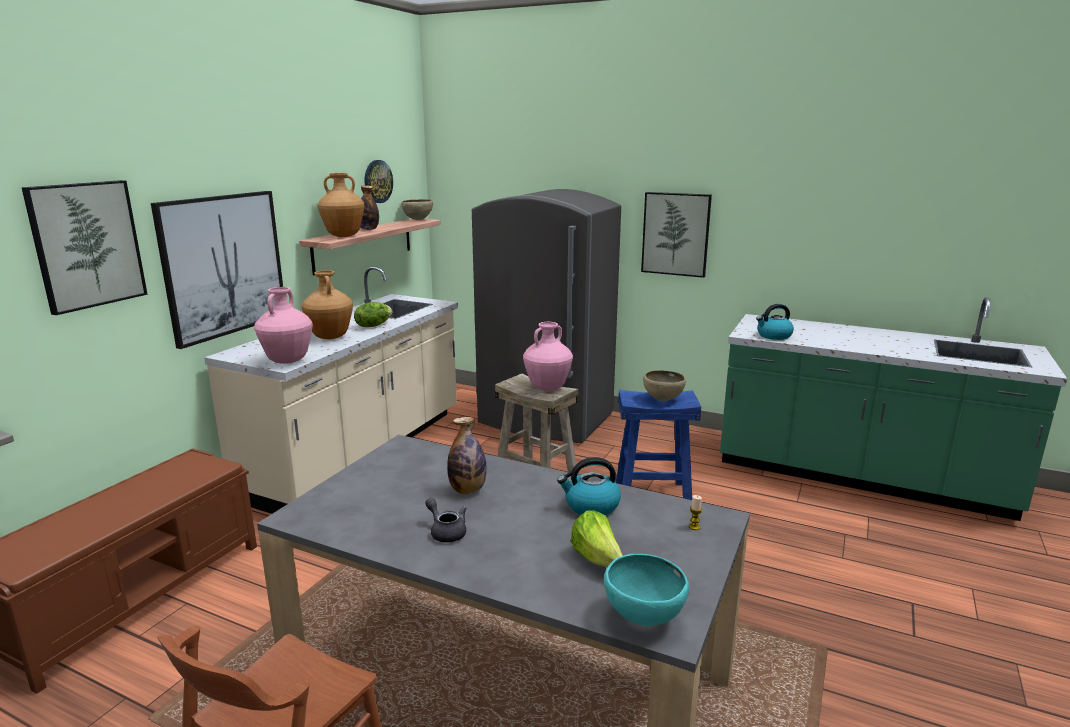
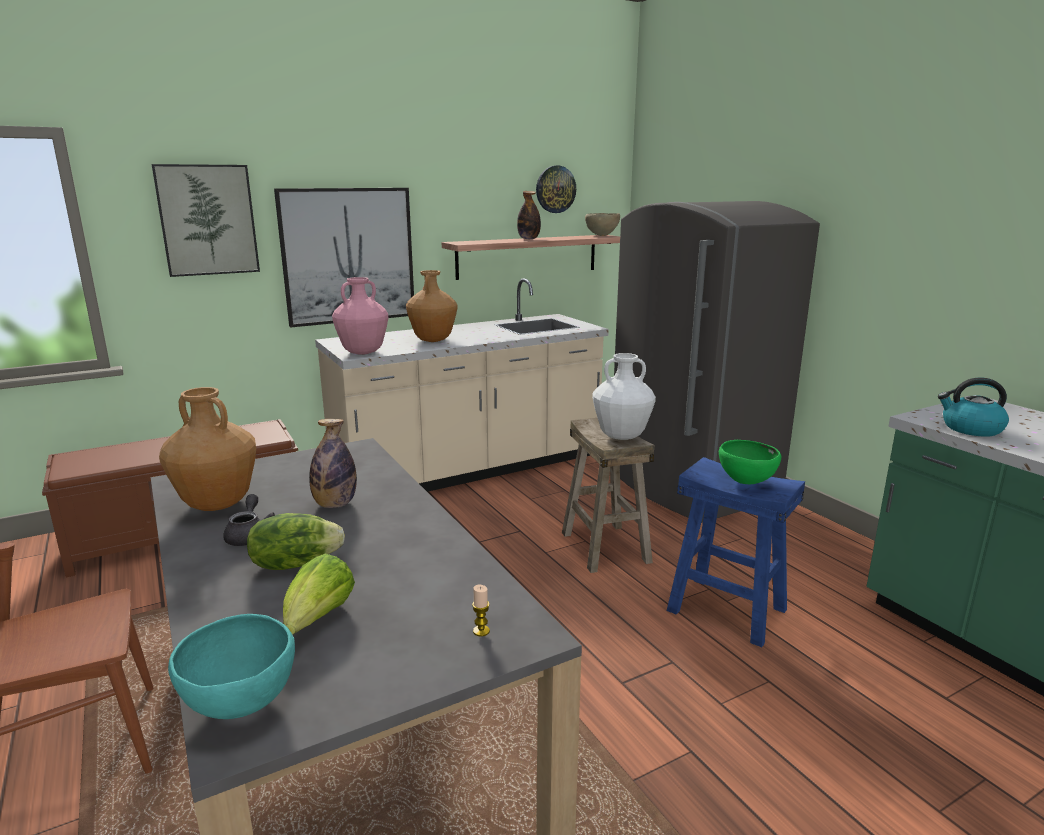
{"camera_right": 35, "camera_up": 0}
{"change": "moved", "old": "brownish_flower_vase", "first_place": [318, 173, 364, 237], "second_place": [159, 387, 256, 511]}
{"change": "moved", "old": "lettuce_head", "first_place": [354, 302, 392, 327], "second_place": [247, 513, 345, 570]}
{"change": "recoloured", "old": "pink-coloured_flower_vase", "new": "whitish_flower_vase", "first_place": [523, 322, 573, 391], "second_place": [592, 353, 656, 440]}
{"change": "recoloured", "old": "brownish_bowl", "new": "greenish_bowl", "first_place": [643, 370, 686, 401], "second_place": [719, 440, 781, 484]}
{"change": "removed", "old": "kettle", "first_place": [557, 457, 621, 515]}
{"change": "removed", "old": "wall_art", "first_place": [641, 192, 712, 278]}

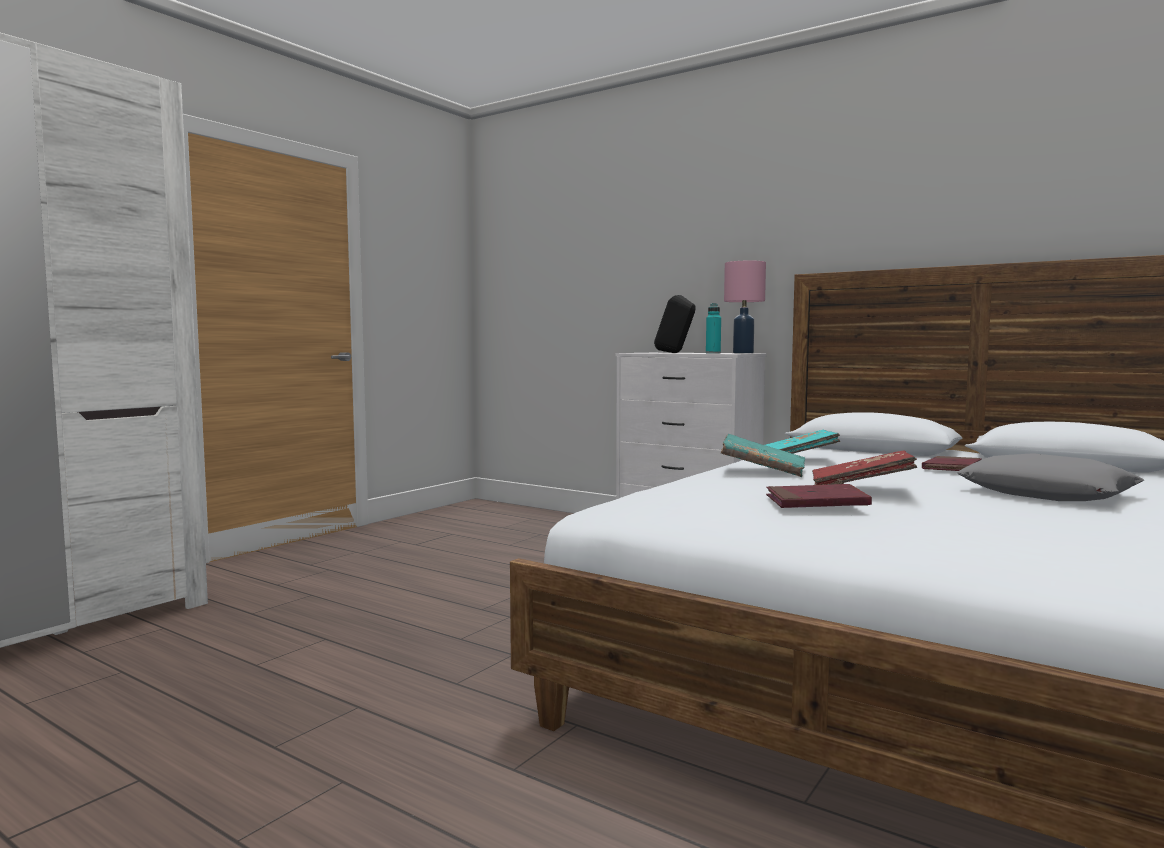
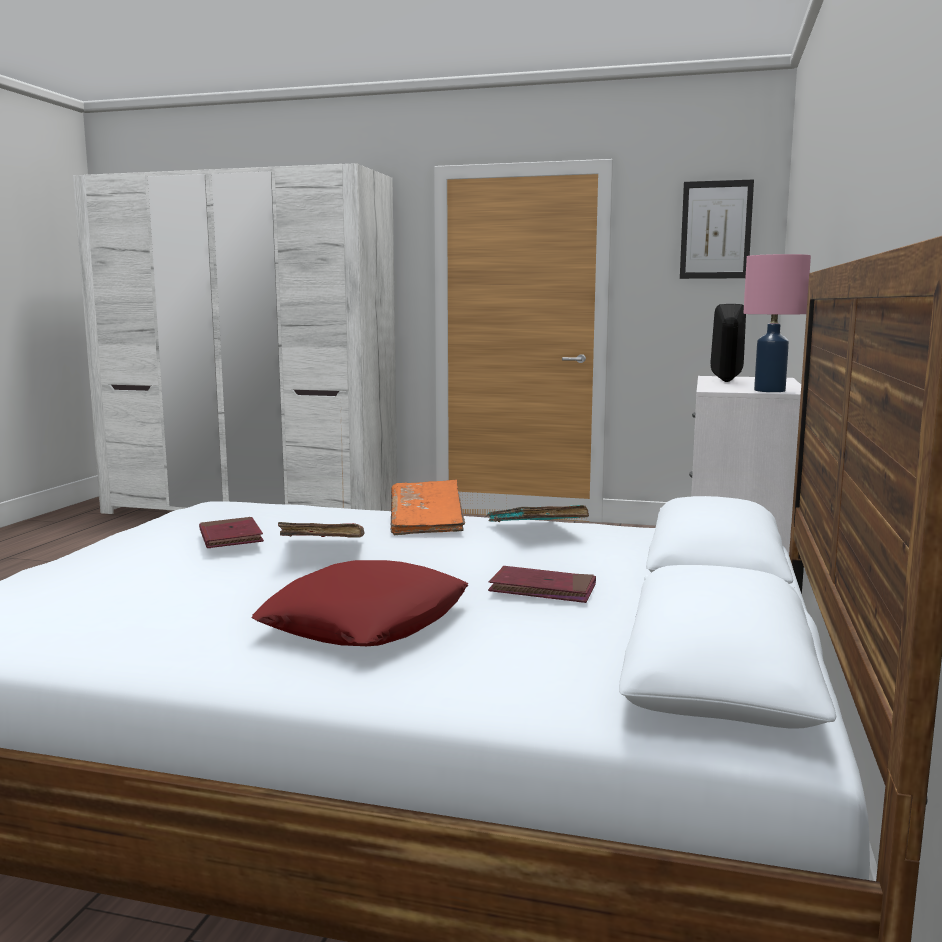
{"camera_right": 70, "camera_up": 5}
{"change": "recoloured", "old": "greyish_throw_pillow", "new": "reddish_throw_pillow", "first_place": [956, 453, 1144, 501], "second_place": [251, 560, 468, 646]}
{"change": "recoloured", "old": "turquoise_bound_book", "new": "orangey_bound_book", "first_place": [721, 434, 805, 477], "second_place": [391, 480, 465, 535]}
{"change": "added", "new": "wall_art", "second_place": [680, 179, 754, 279]}
{"change": "removed", "old": "turquoise_bottle", "first_place": [706, 303, 721, 354]}

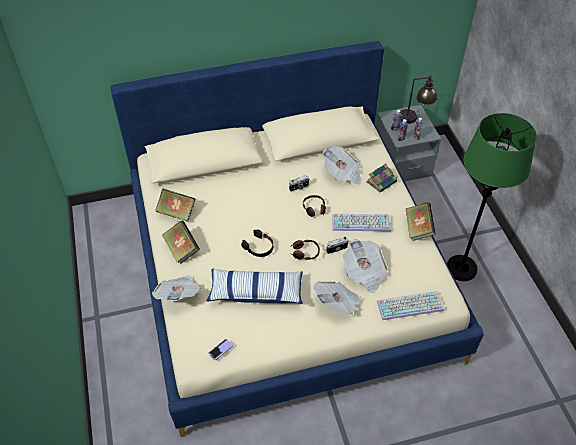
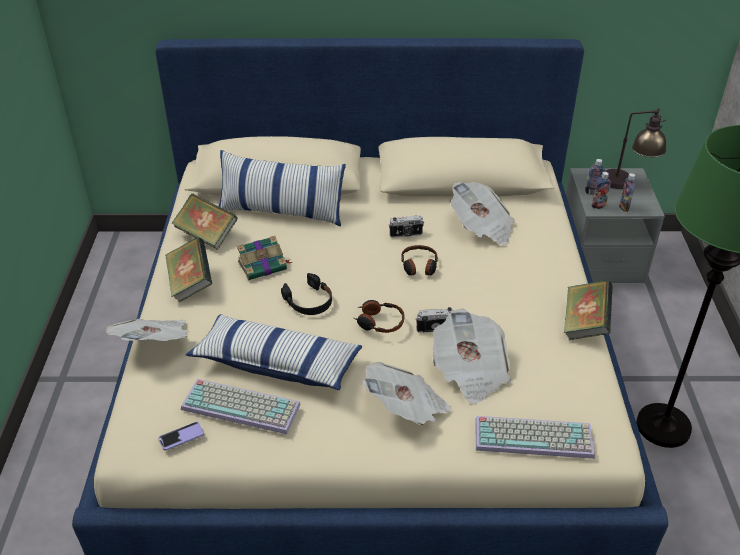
{"camera_right": 15, "camera_up": -10}
{"change": "moved", "old": "keyboard", "first_place": [332, 214, 391, 231], "second_place": [181, 379, 301, 434]}
{"change": "added", "new": "throw_pillow", "second_place": [218, 150, 346, 226]}
{"change": "moved", "old": "bound_book", "first_place": [366, 163, 397, 193], "second_place": [237, 236, 292, 280]}

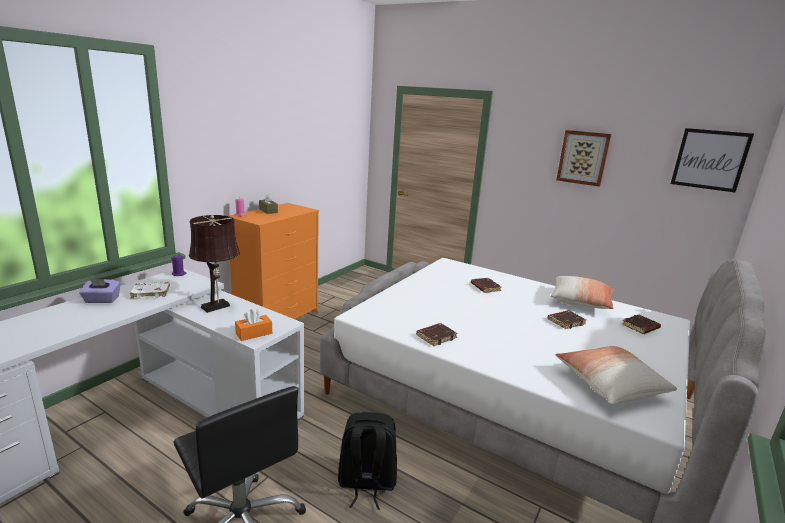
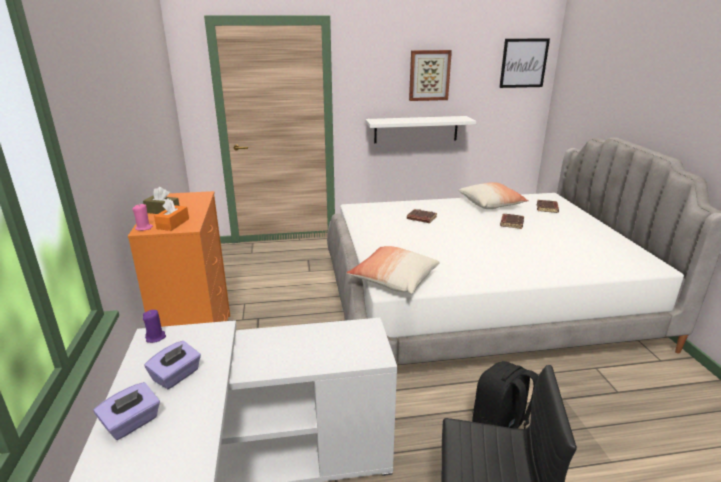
{"camera_right": -40, "camera_up": 5}
{"change": "replaced", "old": "whitish_bound_book", "new": "purple-coloured_box_of_tissues", "first_place": [130, 282, 170, 299], "second_place": [144, 341, 201, 389]}
{"change": "moved", "old": "orangey_box_of_tissues", "first_place": [235, 308, 272, 341], "second_place": [154, 198, 189, 231]}
{"change": "moved", "old": "throw_pillow", "first_place": [555, 346, 677, 404], "second_place": [347, 246, 440, 294]}
{"change": "added", "new": "whitish_bracket_shelf", "second_place": [365, 116, 476, 143]}
{"change": "removed", "old": "brownish_table_lamp", "first_place": [189, 215, 240, 313]}
{"change": "removed", "old": "brownish_bound_book", "first_place": [416, 323, 458, 346]}

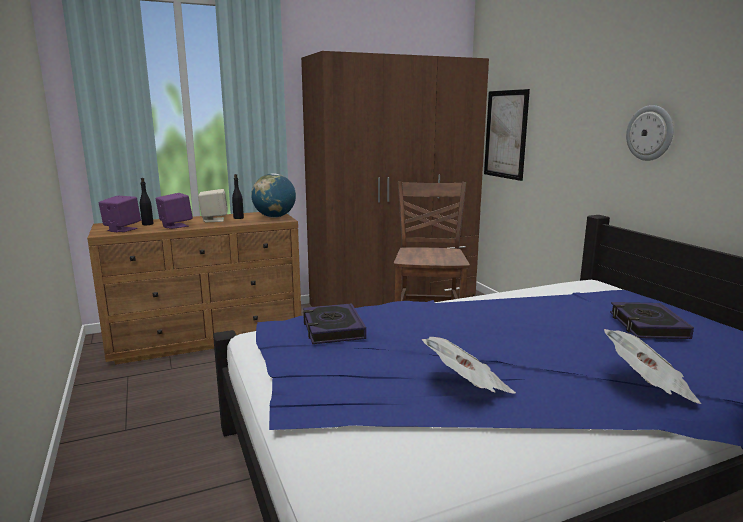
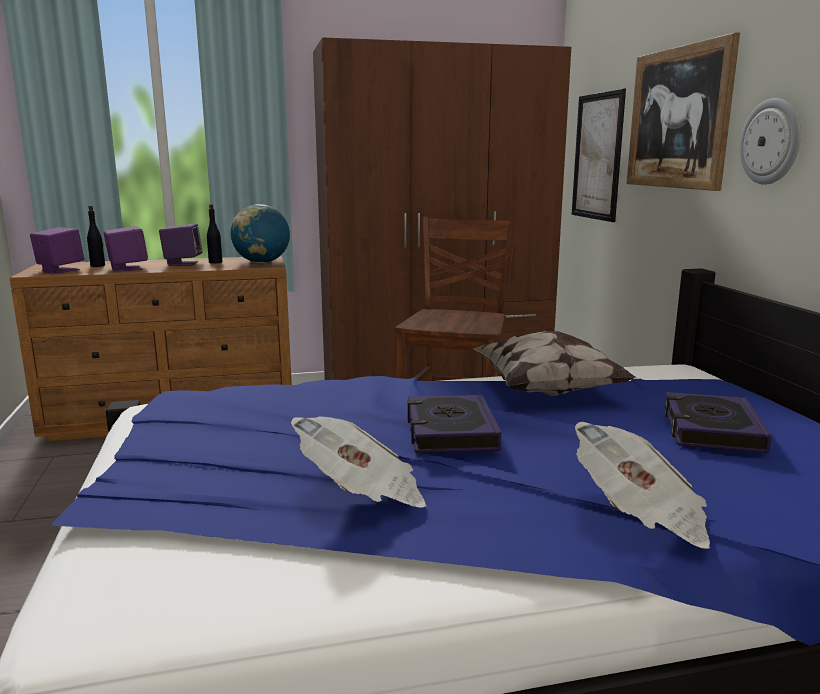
{"camera_right": 10, "camera_up": 0}
{"change": "recoloured", "old": "sand-coloured_loudspeaker", "new": "purple-coloured_loudspeaker", "first_place": [198, 189, 228, 222], "second_place": [159, 224, 203, 266]}
{"change": "moved", "old": "bound_book", "first_place": [303, 303, 366, 344], "second_place": [408, 395, 501, 453]}
{"change": "added", "new": "throw_pillow", "second_place": [472, 331, 637, 396]}
{"change": "added", "new": "wall_art", "second_place": [627, 32, 740, 191]}

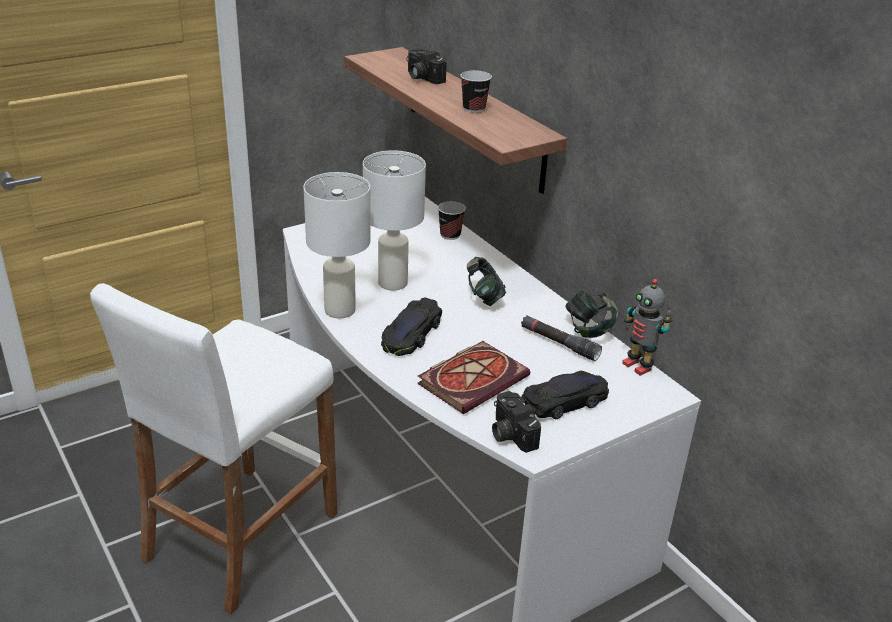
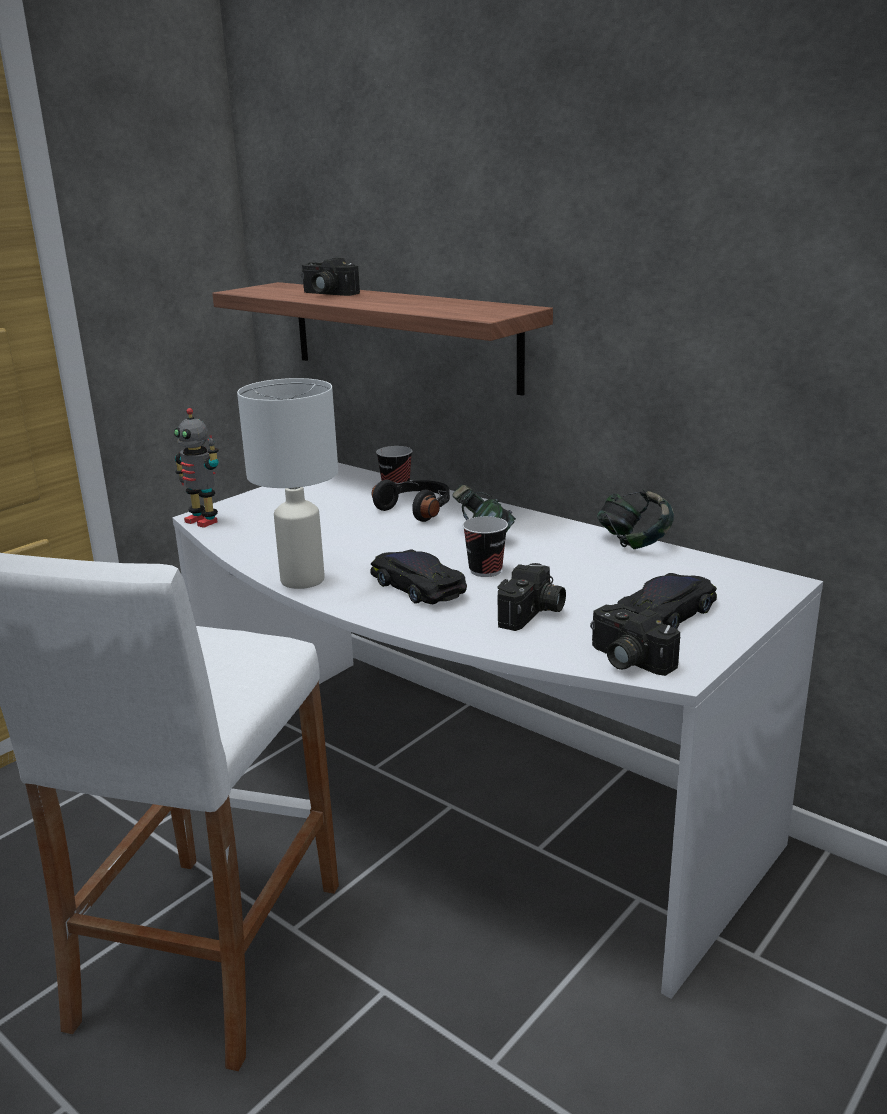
{"camera_right": -15, "camera_up": -10}
{"change": "moved", "old": "toy_robot", "first_place": [622, 279, 673, 376], "second_place": [174, 408, 219, 528]}
{"change": "turned", "old": "black-coloured_miniature_car", "first_place": [381, 297, 442, 356], "second_place": [370, 550, 467, 604], "degrees": 135}
{"change": "added", "new": "black-coloured_headset", "second_place": [372, 480, 450, 522]}
{"change": "moved", "old": "cup", "first_place": [460, 70, 492, 113], "second_place": [462, 516, 508, 577]}
{"change": "replaced", "old": "bound_book", "new": "still_camera", "first_place": [417, 341, 530, 414], "second_place": [498, 563, 566, 631]}
{"change": "removed", "old": "whitish_table_lamp", "first_place": [363, 150, 426, 291]}
{"change": "removed", "old": "black-coloured_flashlight", "first_place": [521, 316, 602, 361]}

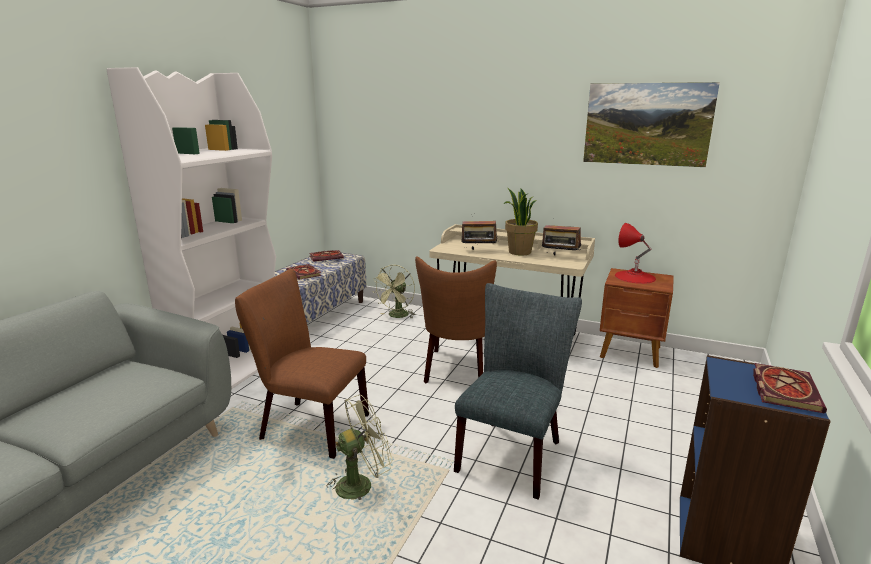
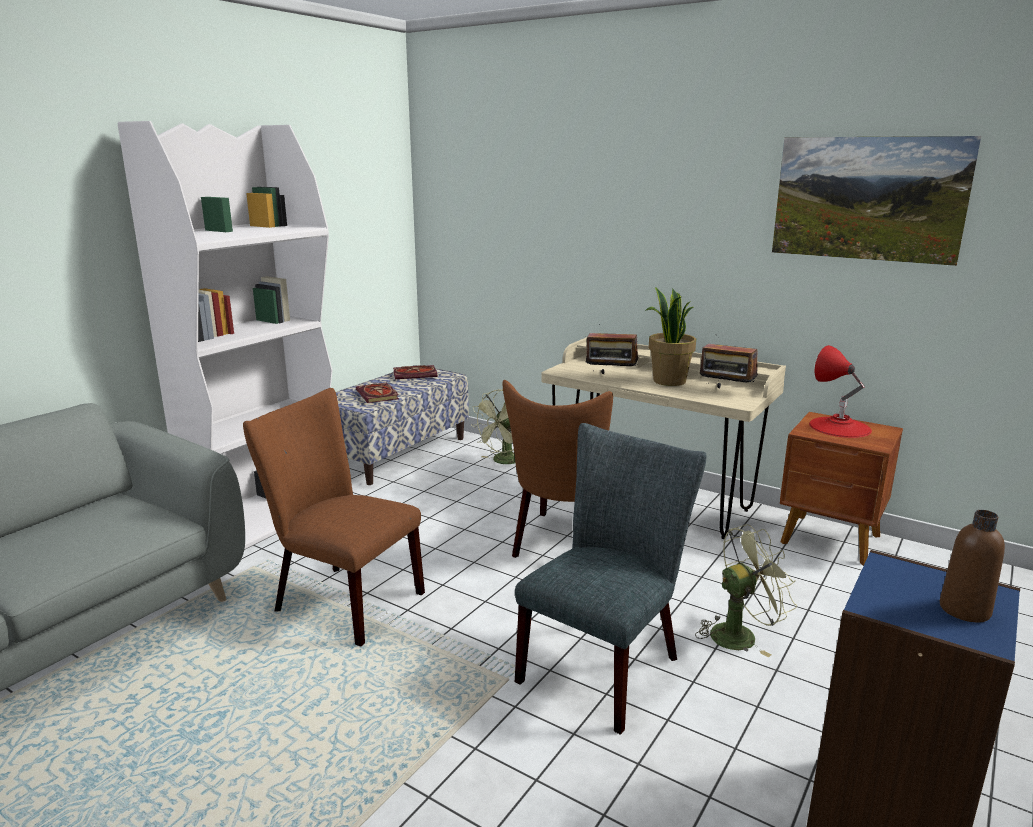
{"camera_right": 10, "camera_up": 0}
{"change": "moved", "old": "greenish_electric_fan", "first_place": [324, 395, 392, 500], "second_place": [695, 524, 797, 657]}
{"change": "replaced", "old": "bound_book", "new": "brownish_bottle", "first_place": [753, 363, 827, 413], "second_place": [940, 510, 1005, 622]}

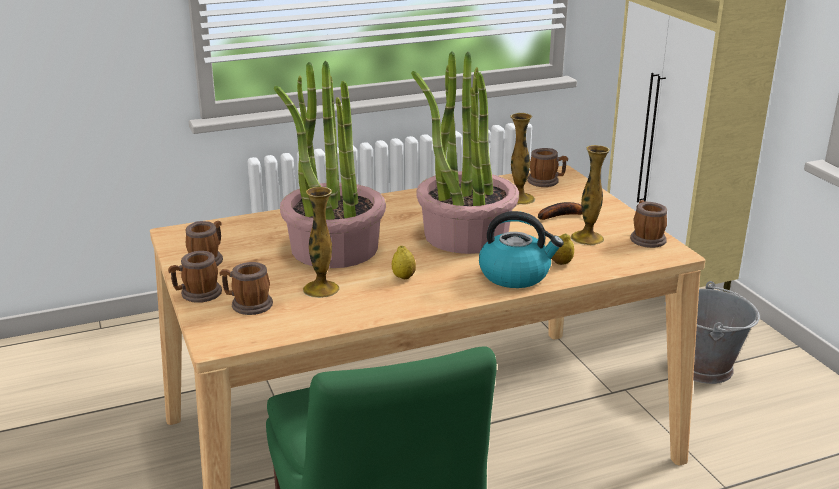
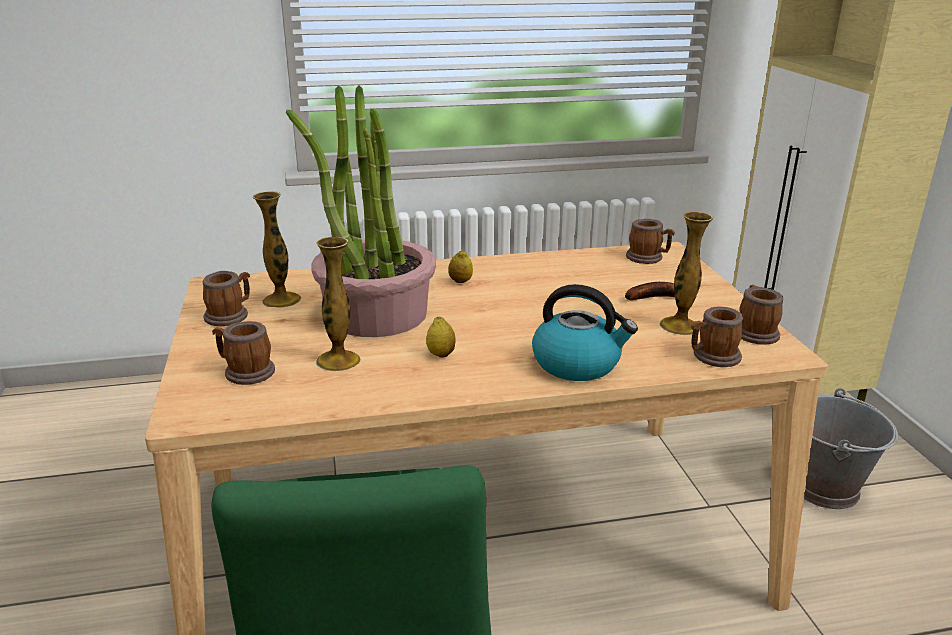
{"camera_right": 10, "camera_up": 0}
{"change": "moved", "old": "flower_vase", "first_place": [510, 113, 535, 205], "second_place": [253, 191, 301, 308]}
{"change": "moved", "old": "whole_lemon", "first_place": [551, 233, 574, 265], "second_place": [448, 250, 473, 283]}
{"change": "moved", "old": "mug", "first_place": [168, 251, 222, 303], "second_place": [691, 307, 743, 367]}
{"change": "removed", "old": "plant_in_a_pot", "first_place": [411, 52, 519, 254]}

